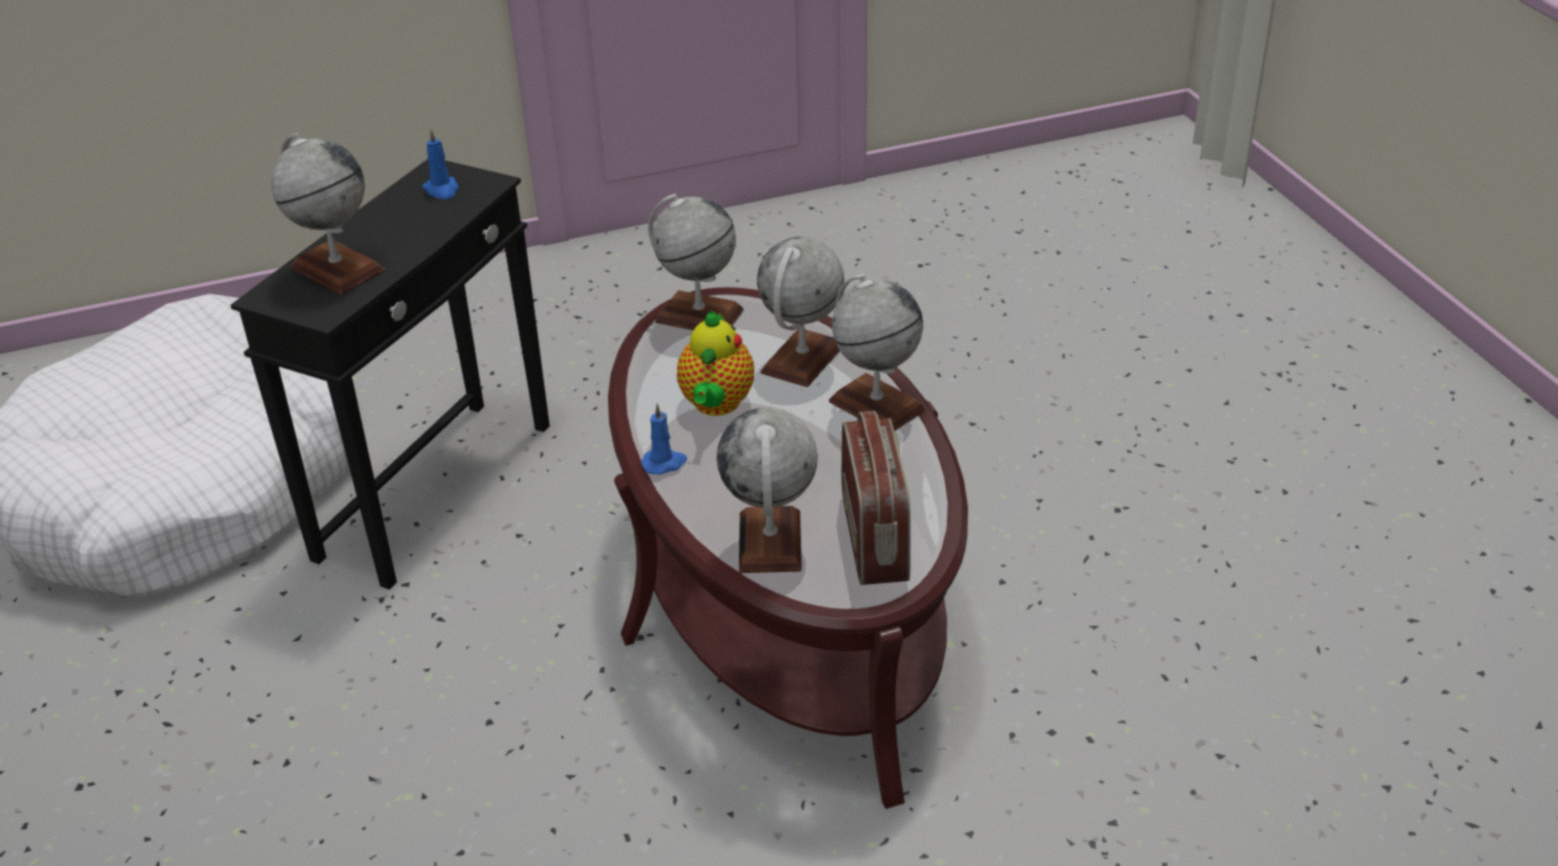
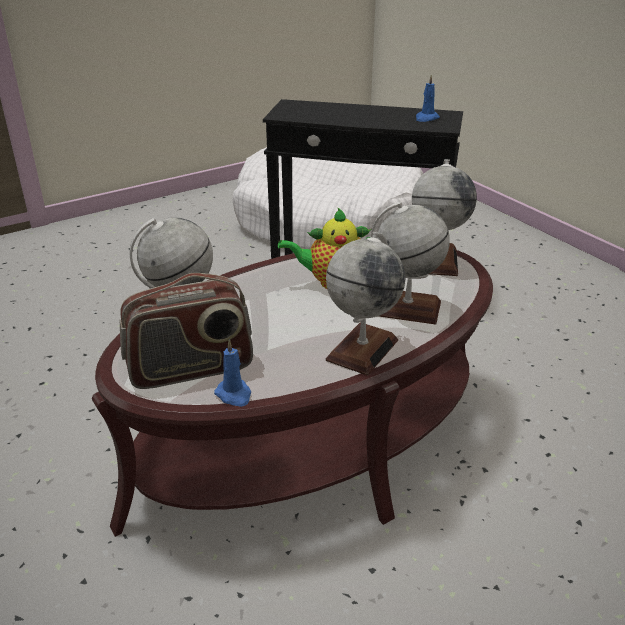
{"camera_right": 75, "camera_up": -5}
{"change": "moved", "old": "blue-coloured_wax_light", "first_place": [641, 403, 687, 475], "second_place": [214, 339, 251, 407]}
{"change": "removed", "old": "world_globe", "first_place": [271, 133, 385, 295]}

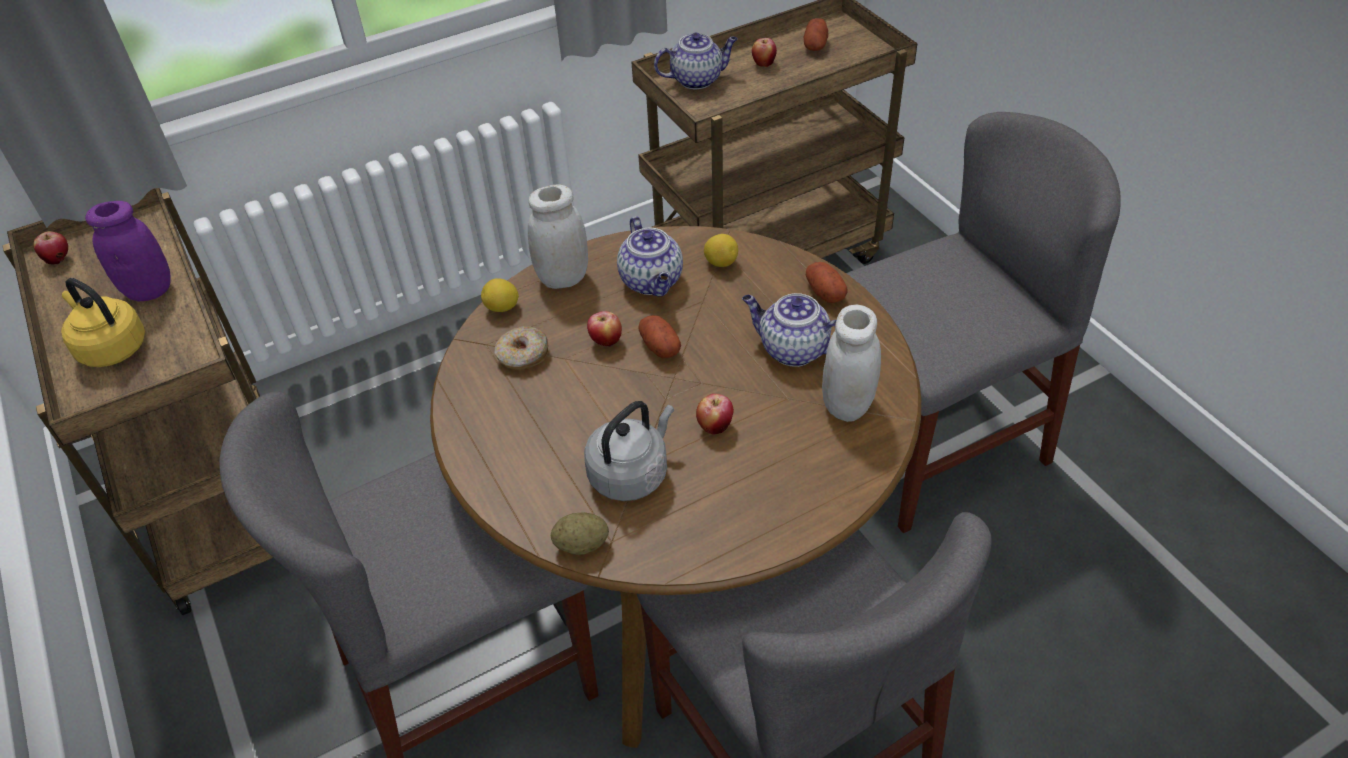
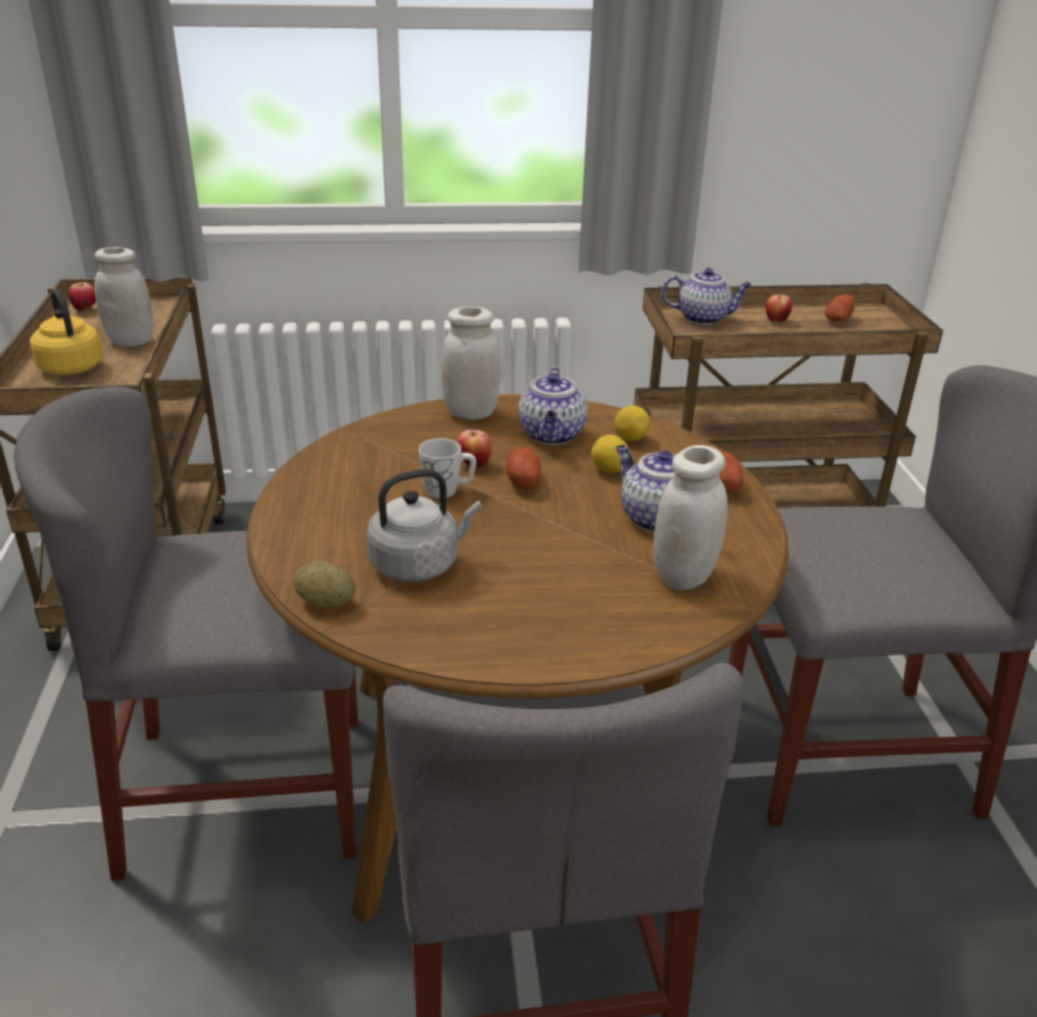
{"camera_right": 20, "camera_up": -15}
{"change": "recoloured", "old": "purple-coloured_jar", "new": "whitish_jar", "first_place": [85, 201, 170, 301], "second_place": [94, 247, 153, 347]}
{"change": "added", "new": "whitish_mug", "second_place": [419, 438, 476, 499]}
{"change": "moved", "old": "whole_lemon", "first_place": [481, 278, 519, 312], "second_place": [591, 435, 631, 473]}
{"change": "removed", "old": "ring_doughnut", "first_place": [495, 326, 548, 370]}
{"change": "removed", "old": "apple_fruit", "first_place": [696, 394, 734, 435]}

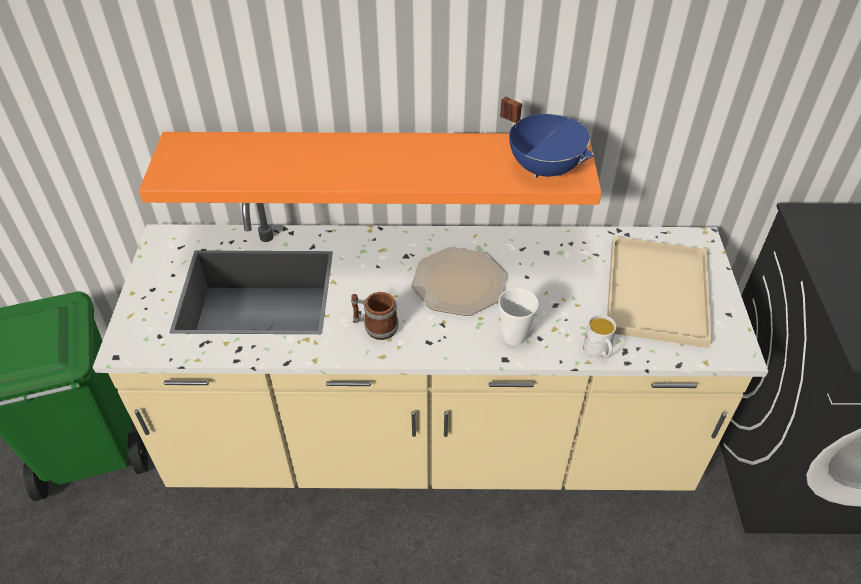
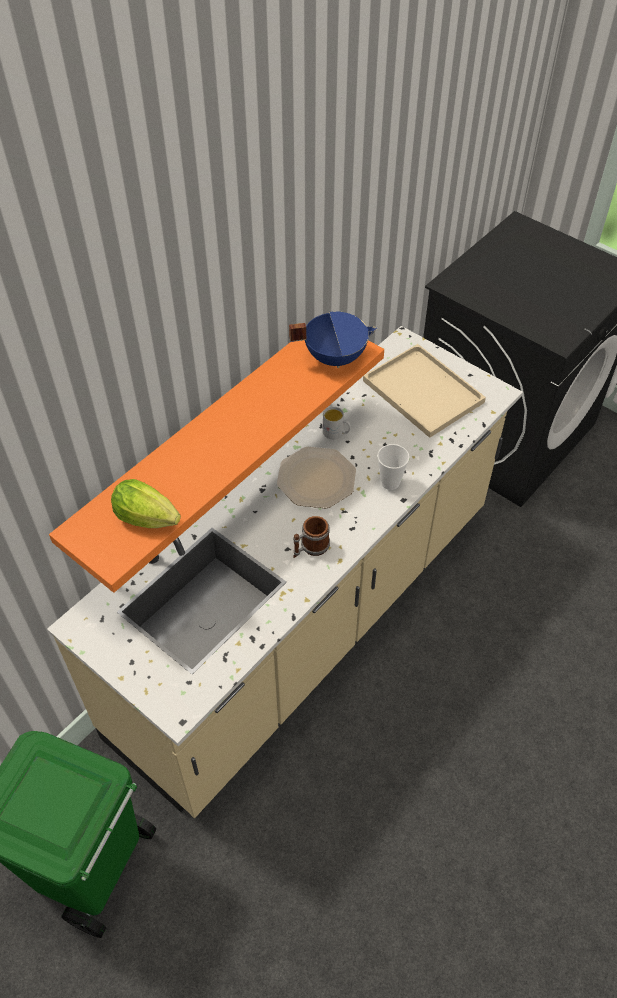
{"camera_right": -50, "camera_up": 5}
{"change": "added", "new": "lettuce_head", "second_place": [111, 479, 181, 528]}
{"change": "moved", "old": "whitish_mug", "first_place": [583, 315, 616, 358], "second_place": [323, 407, 351, 440]}

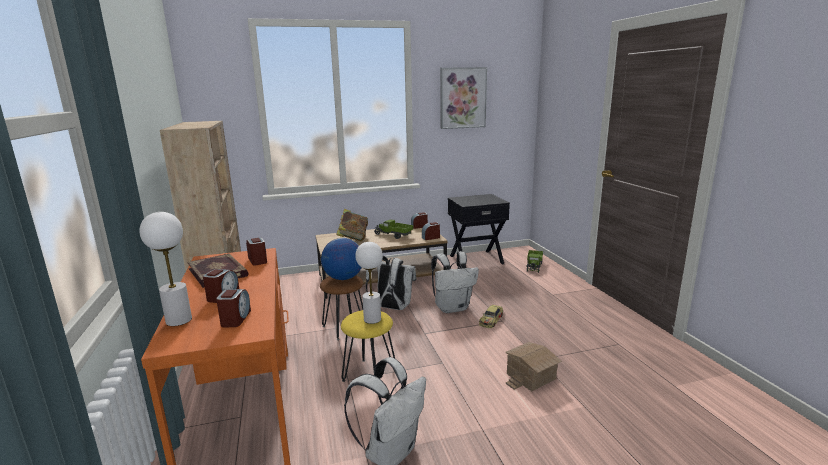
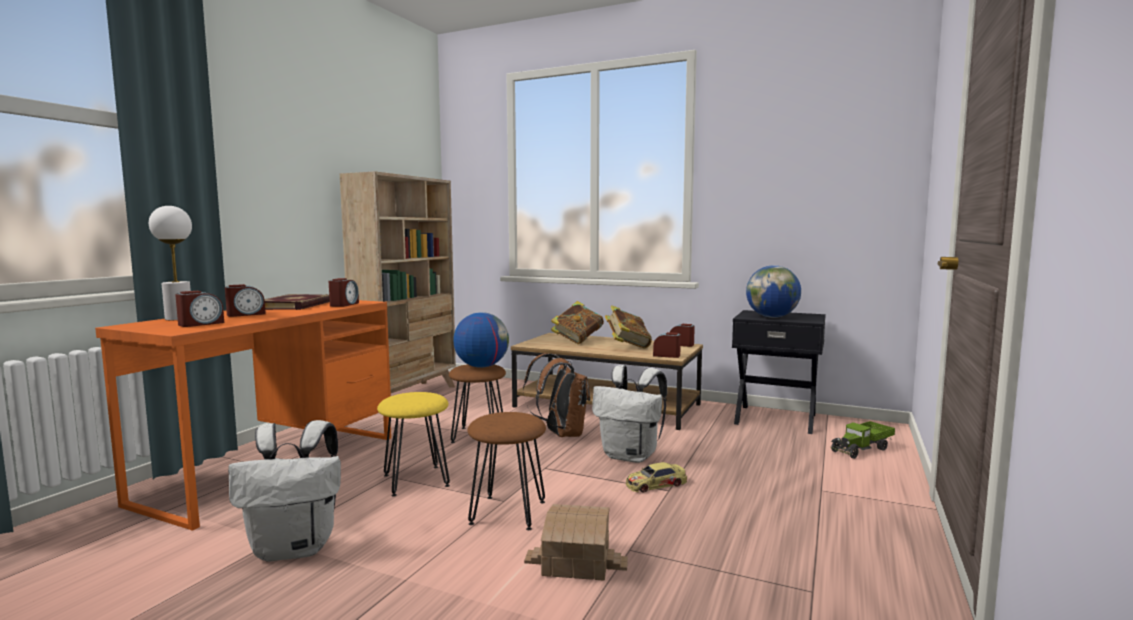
{"camera_right": 40, "camera_up": -10}
{"change": "added", "new": "brownish_stool", "second_place": [467, 412, 546, 530]}
{"change": "recoloured", "old": "whitish_rucksack", "new": "brownish_rucksack", "first_place": [365, 256, 416, 310], "second_place": [523, 353, 590, 437]}
{"change": "replaced", "old": "model_truck", "new": "bound_book", "first_place": [374, 220, 413, 239], "second_place": [605, 305, 652, 349]}
{"change": "added", "new": "world_globe", "second_place": [746, 265, 801, 318]}
{"change": "removed", "old": "whitish_table_lamp", "first_place": [355, 242, 383, 324]}
{"change": "removed", "old": "wall_art", "first_place": [440, 67, 487, 129]}

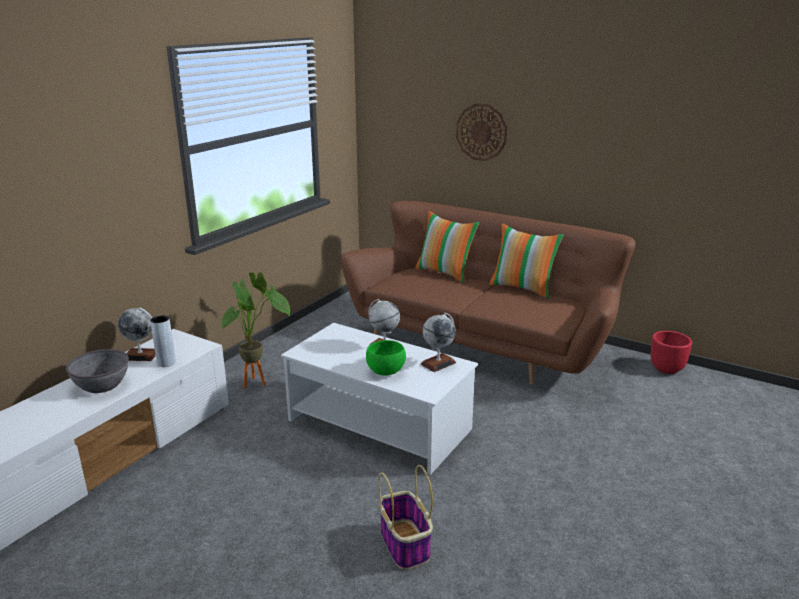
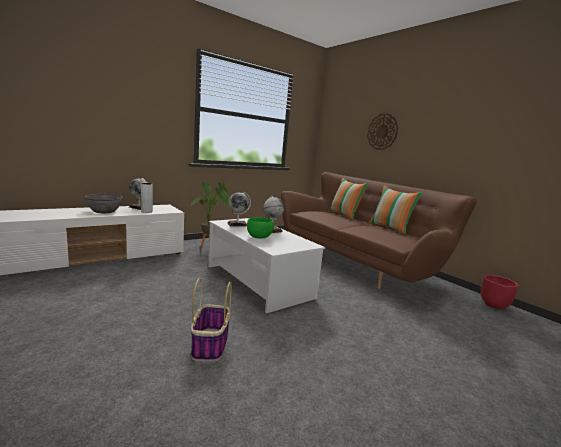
{"camera_right": 20, "camera_up": -10}
{"change": "moved", "old": "world_globe", "first_place": [421, 312, 456, 372], "second_place": [228, 192, 251, 226]}

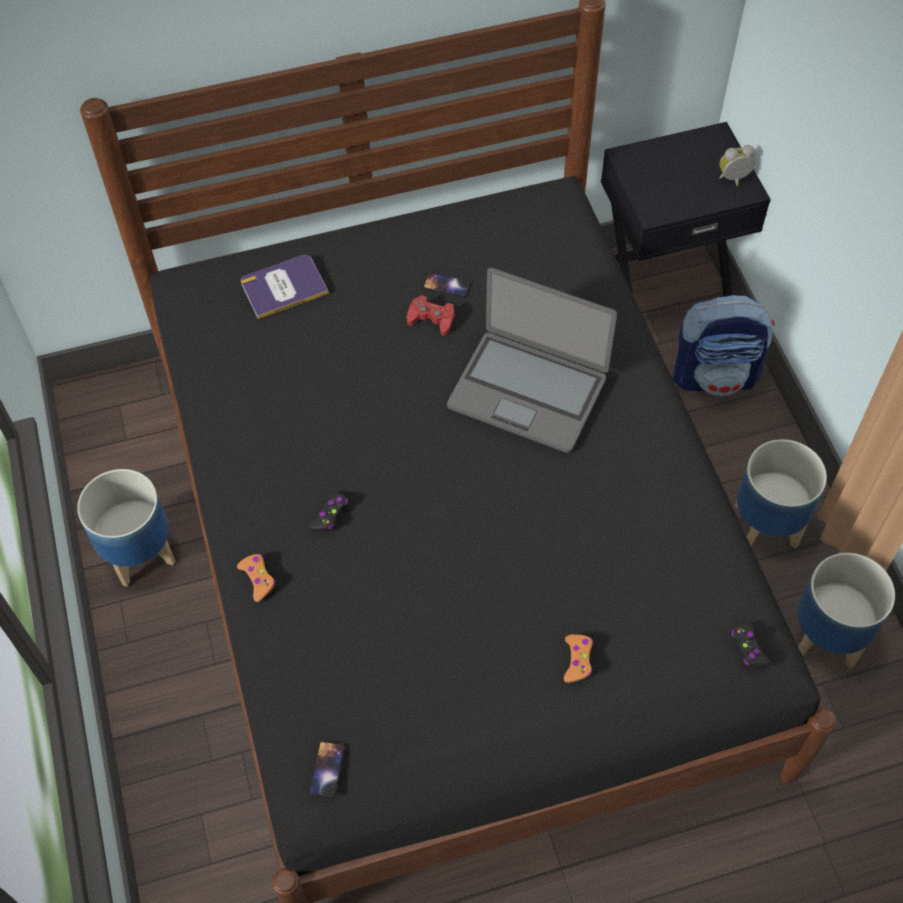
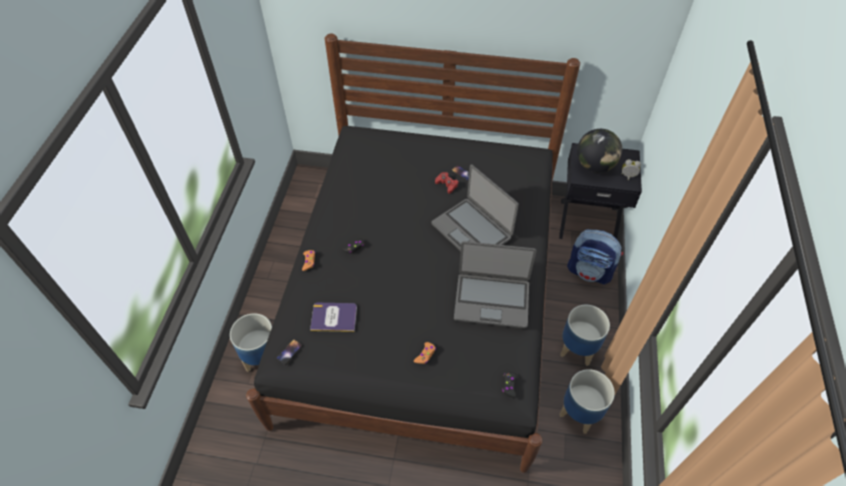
{"camera_right": 25, "camera_up": -5}
{"change": "moved", "old": "plant_pot", "first_place": [77, 469, 175, 587], "second_place": [230, 313, 272, 372]}
{"change": "moved", "old": "bound_book", "first_place": [241, 255, 329, 319], "second_place": [310, 303, 357, 332]}
{"change": "added", "new": "notebook_computer", "second_place": [454, 241, 537, 329]}
{"change": "added", "new": "world_globe", "second_place": [577, 129, 622, 173]}

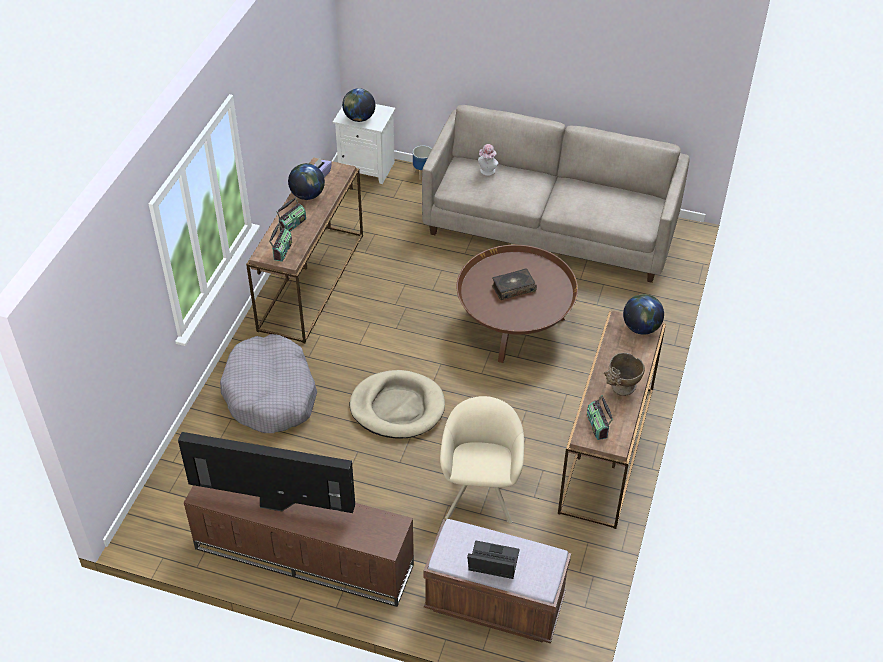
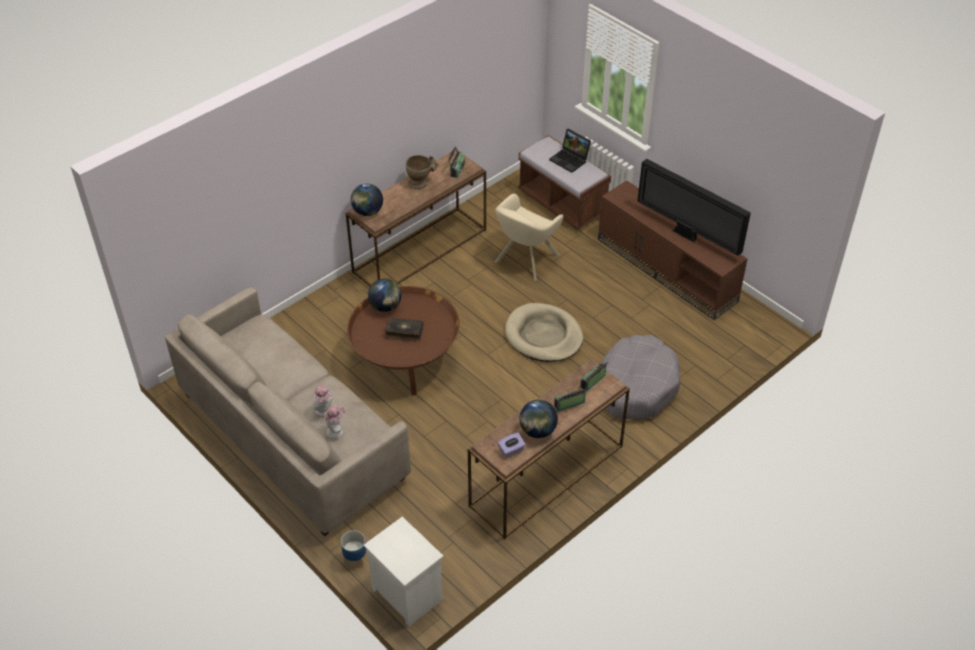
{"camera_right": -150, "camera_up": 0}
{"change": "added", "new": "hat", "second_place": [311, 385, 332, 416]}
{"change": "moved", "old": "world_globe", "first_place": [342, 88, 375, 122], "second_place": [368, 279, 401, 312]}

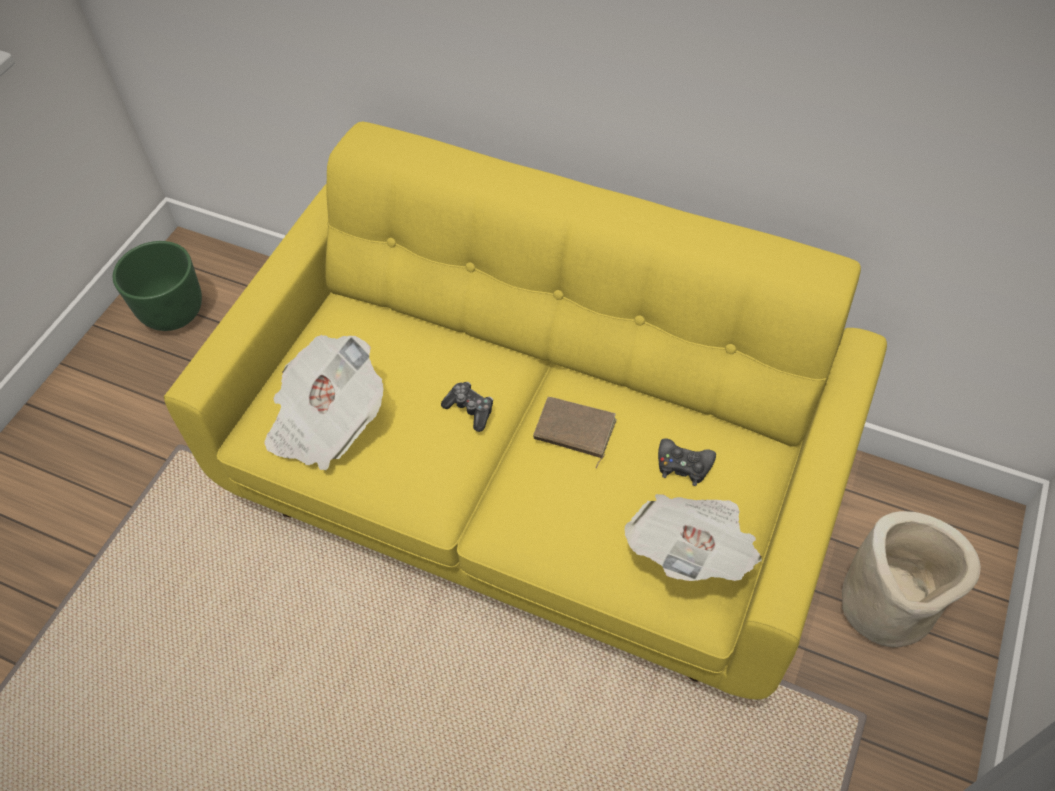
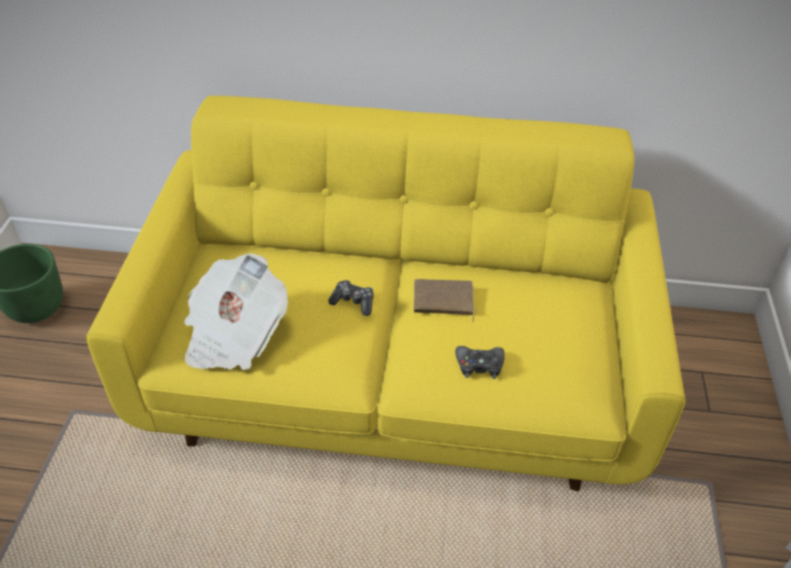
{"camera_right": -20, "camera_up": -10}
{"change": "moved", "old": "black-coloured_game_controller", "first_place": [658, 438, 716, 486], "second_place": [455, 346, 505, 379]}
{"change": "removed", "old": "newspaper", "first_place": [624, 494, 762, 581]}
{"change": "removed", "old": "sand-coloured_plant_pot", "first_place": [842, 511, 981, 648]}

